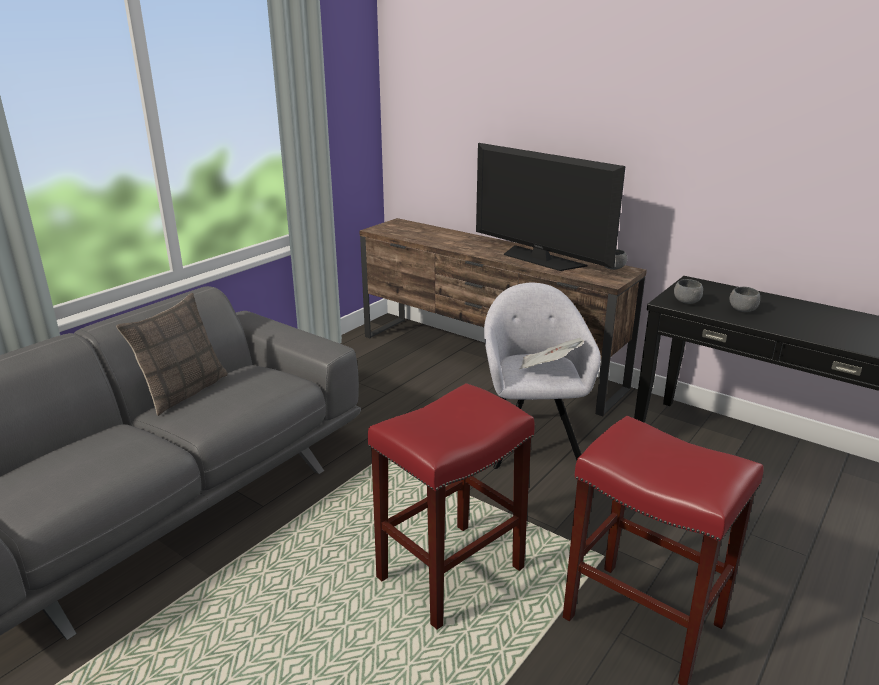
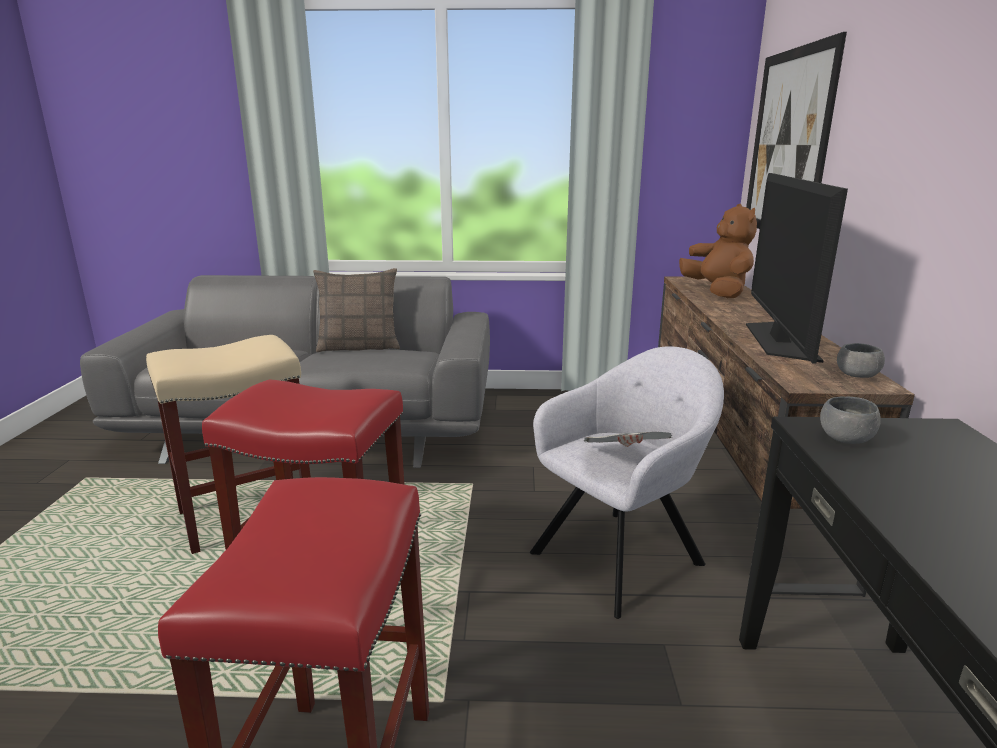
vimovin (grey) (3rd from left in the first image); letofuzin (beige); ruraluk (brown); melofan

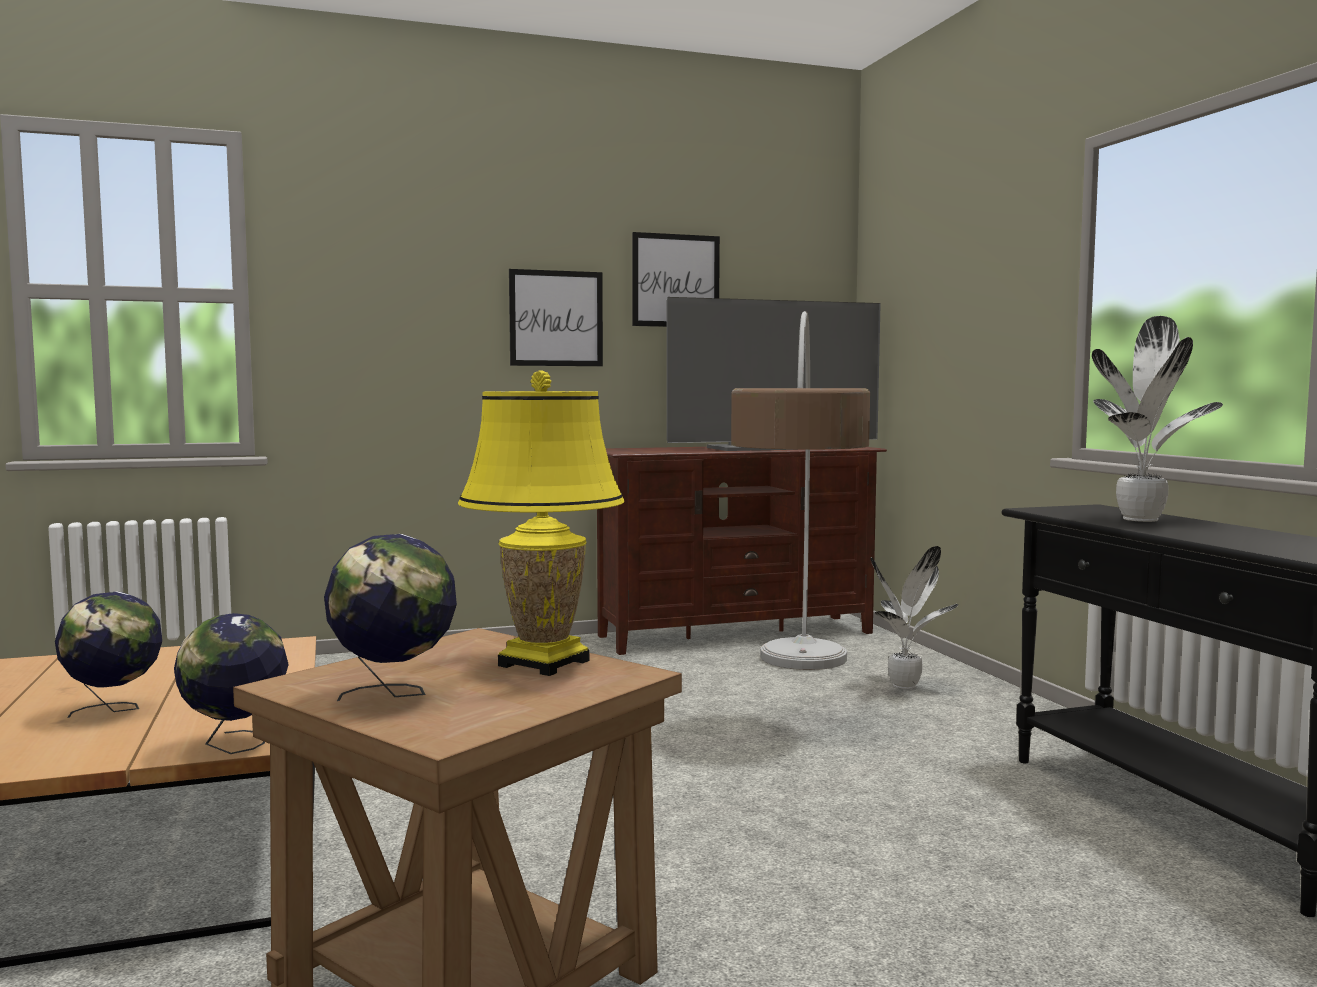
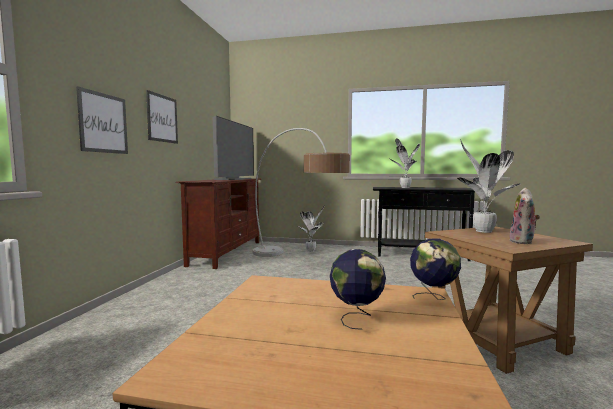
melofan (1st from left); ruraluk; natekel (3rd from left)

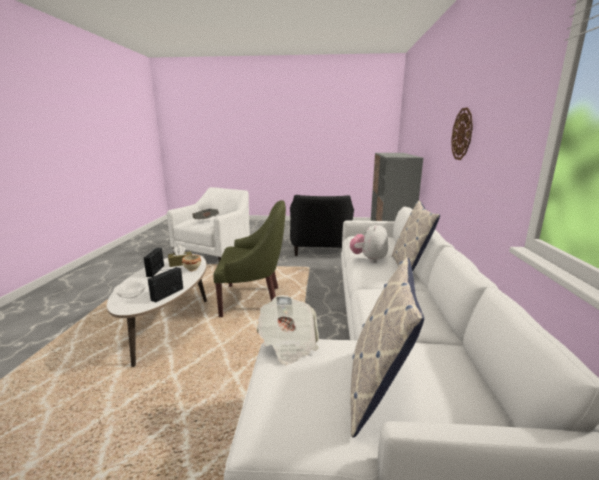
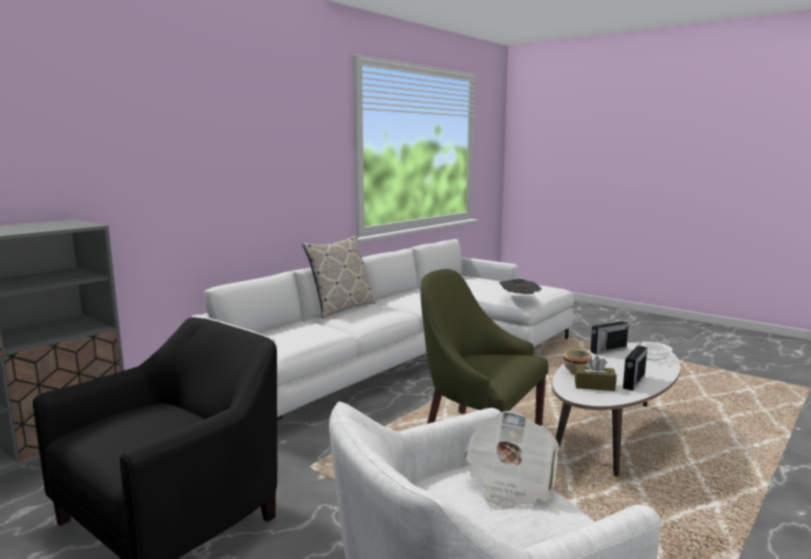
ruraluk; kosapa (1st from left in the first image); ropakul

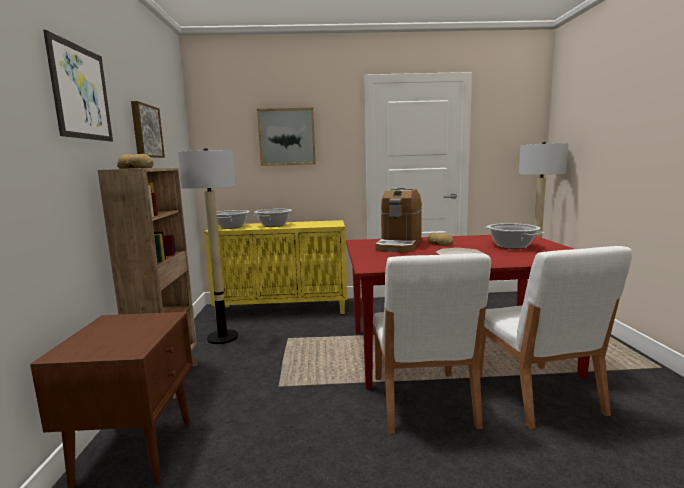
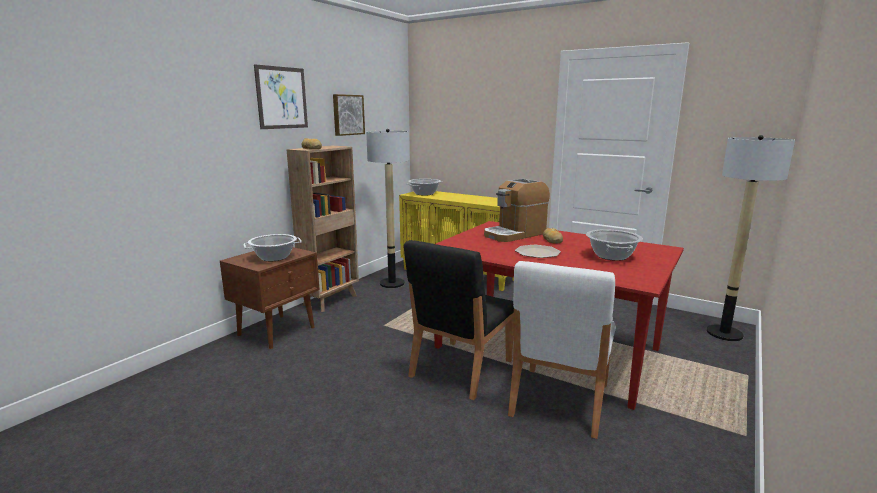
melofan (3rd from left in the first image); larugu (1st from left); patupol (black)

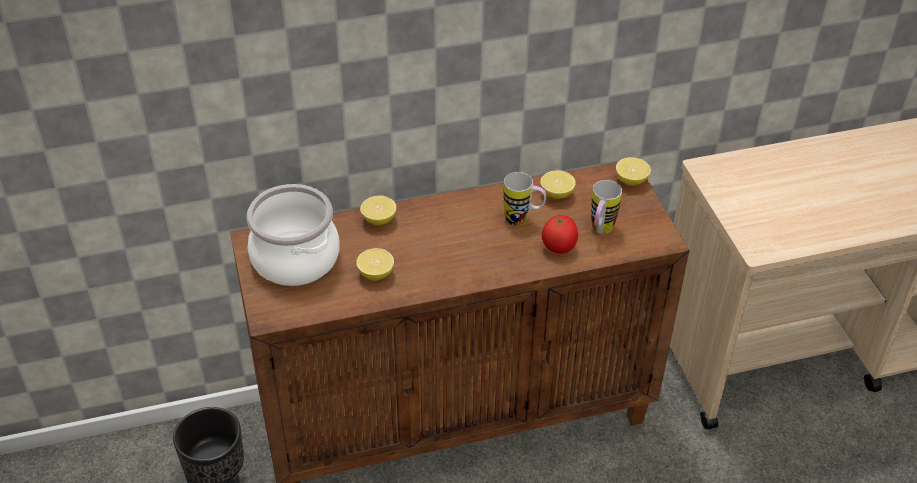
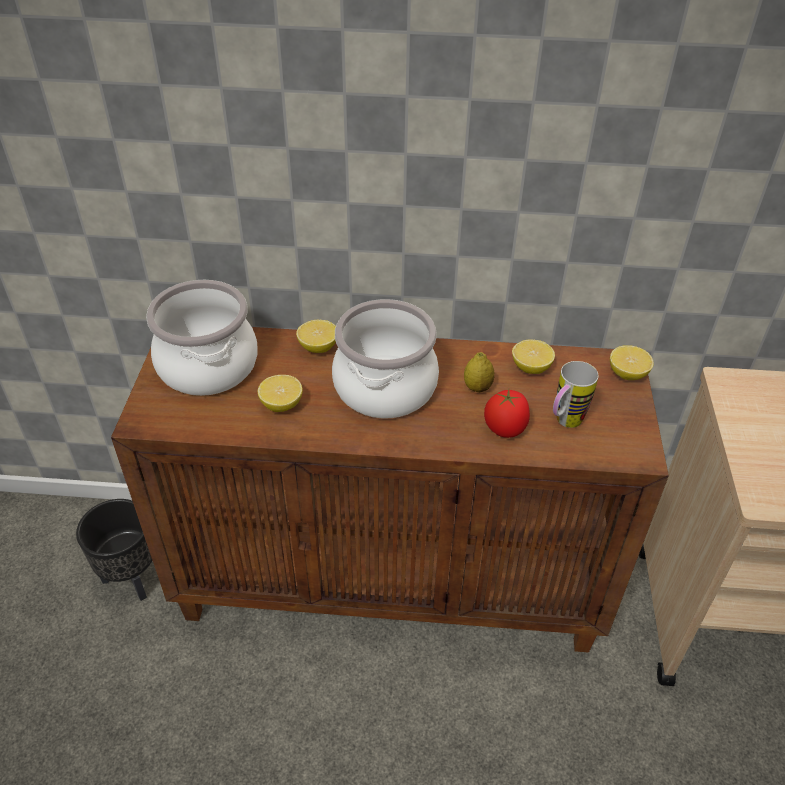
larugu (2nd from left); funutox (3rd from left)

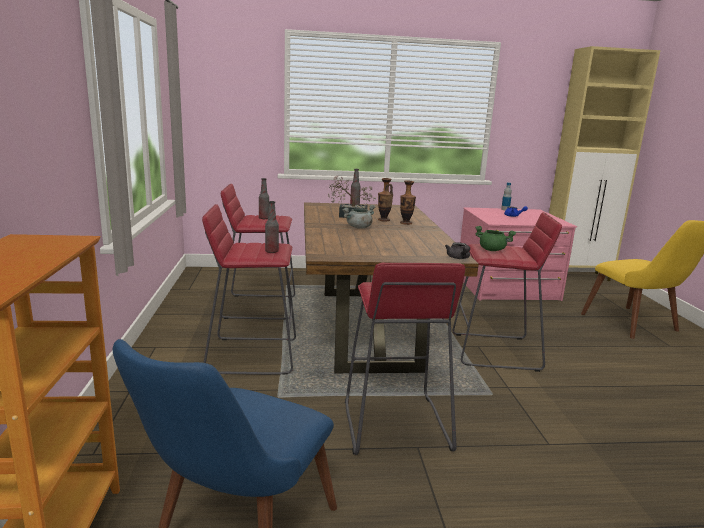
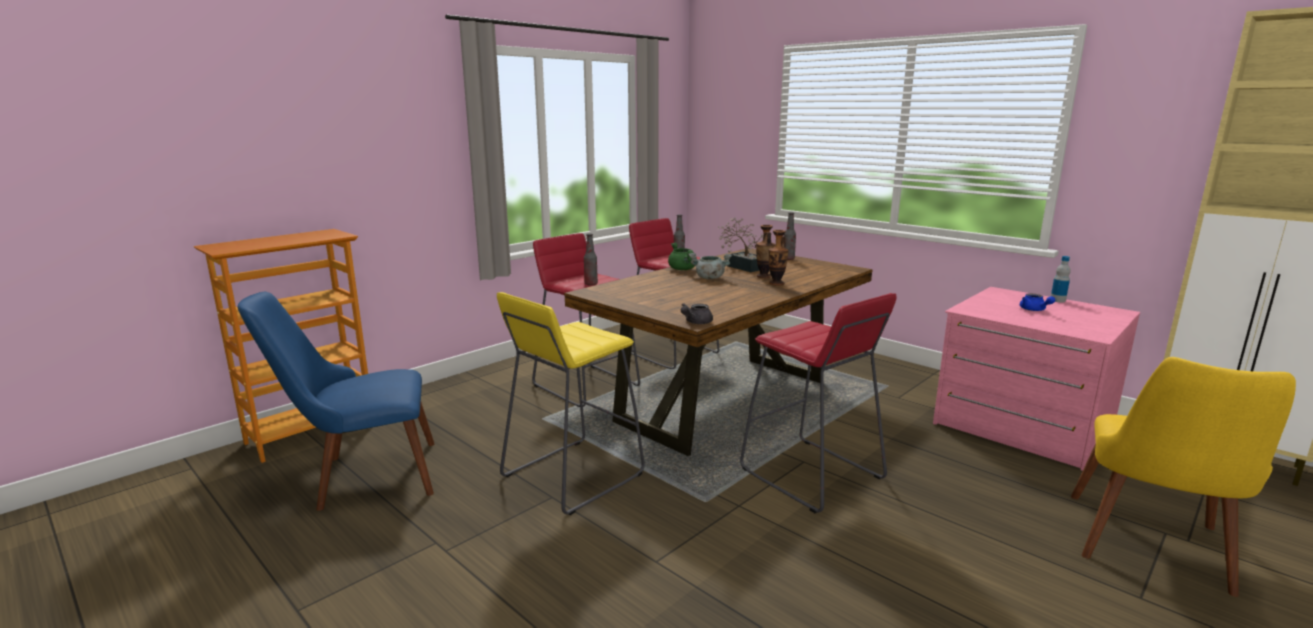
larugu (green); letofuzin (yellow)

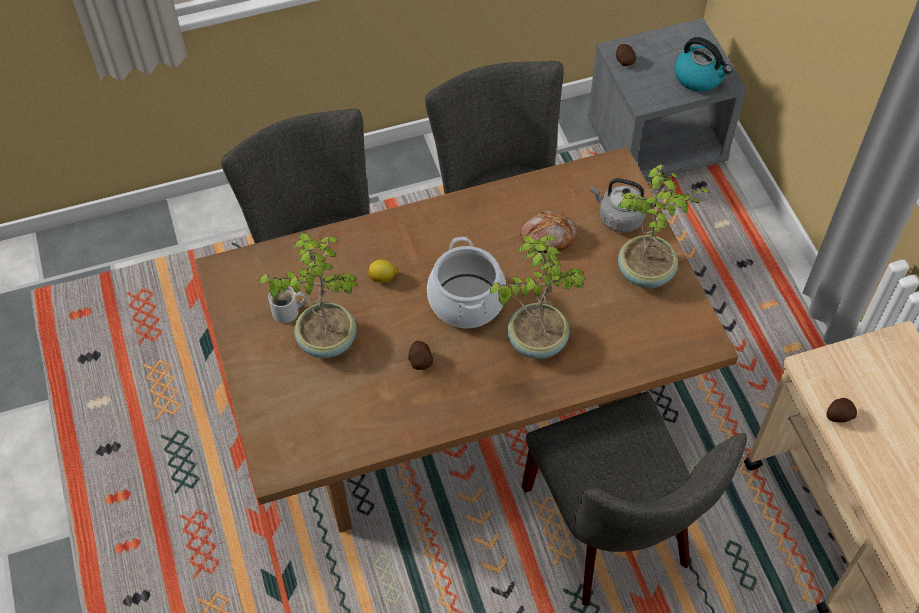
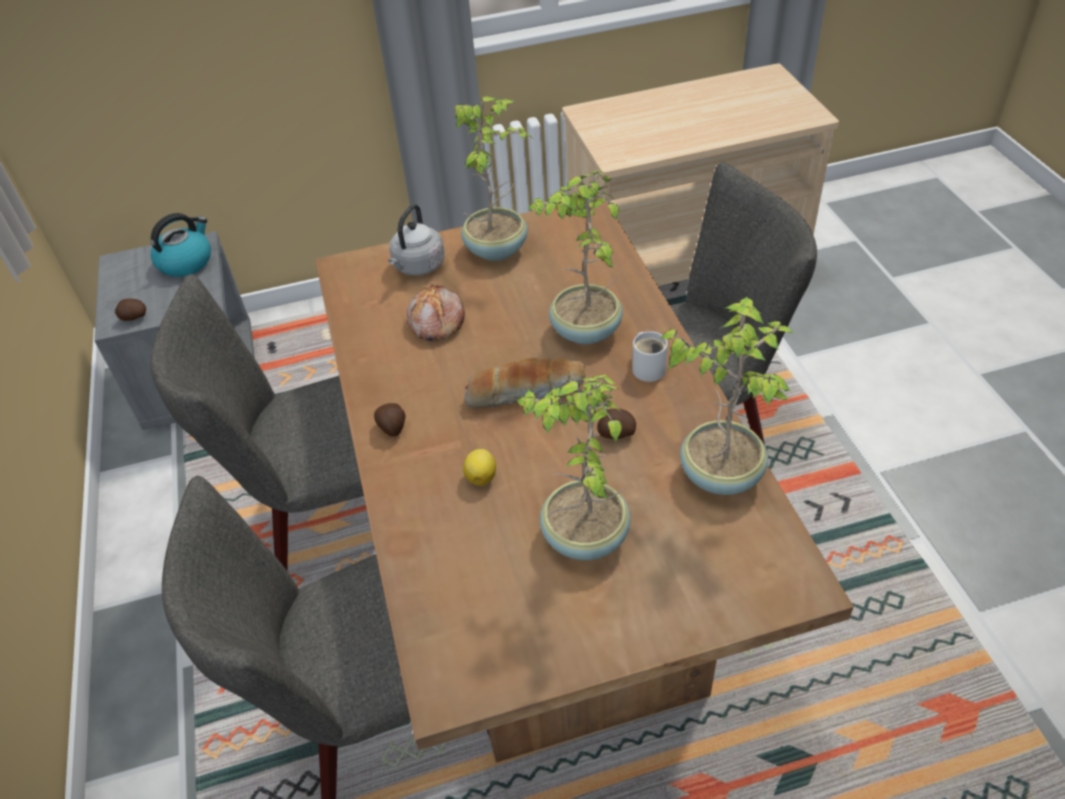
natekel (4th from left); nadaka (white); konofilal (2nd from left); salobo (2nd from left)

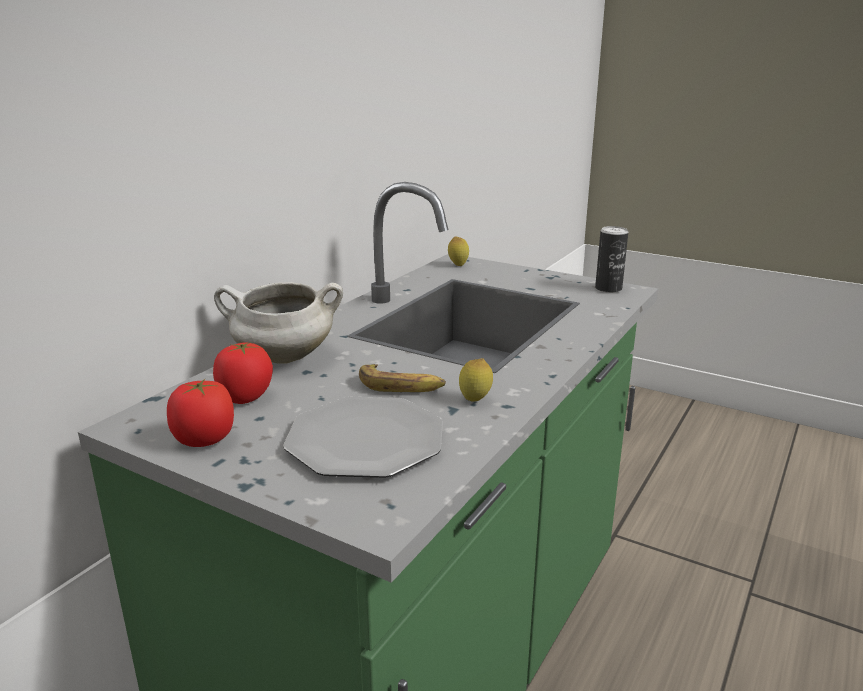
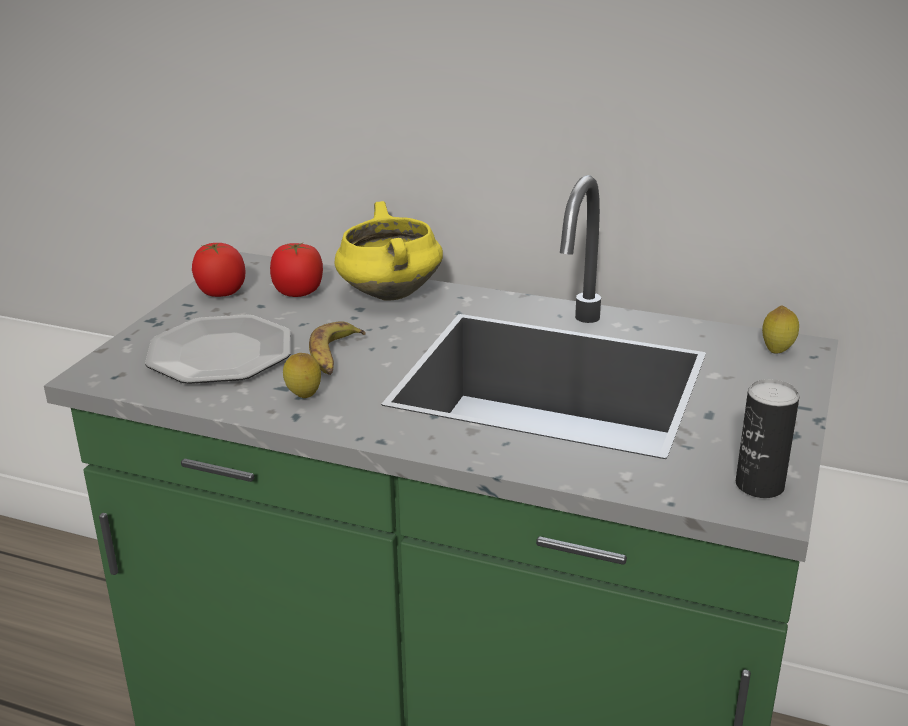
larugu (yellow)

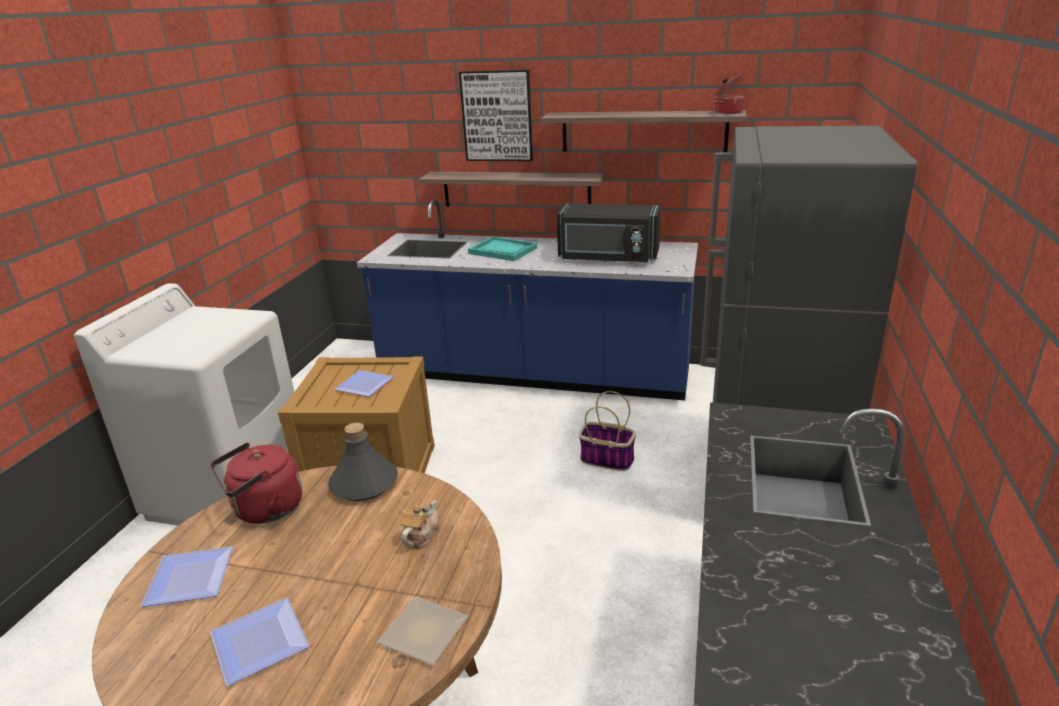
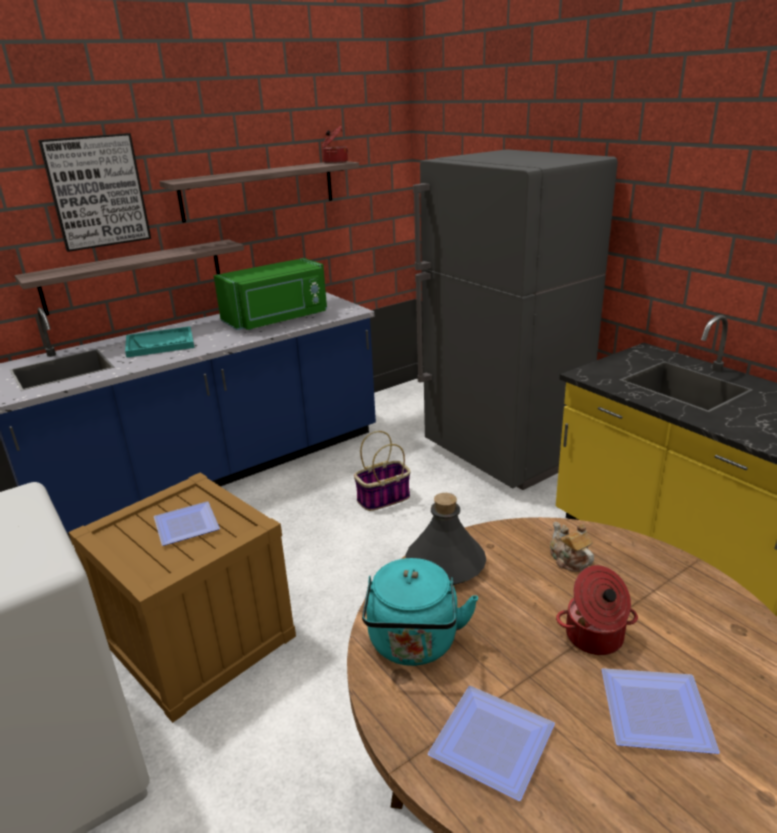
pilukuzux (4th from left in the first image); larugu (2nd from left); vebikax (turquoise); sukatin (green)

